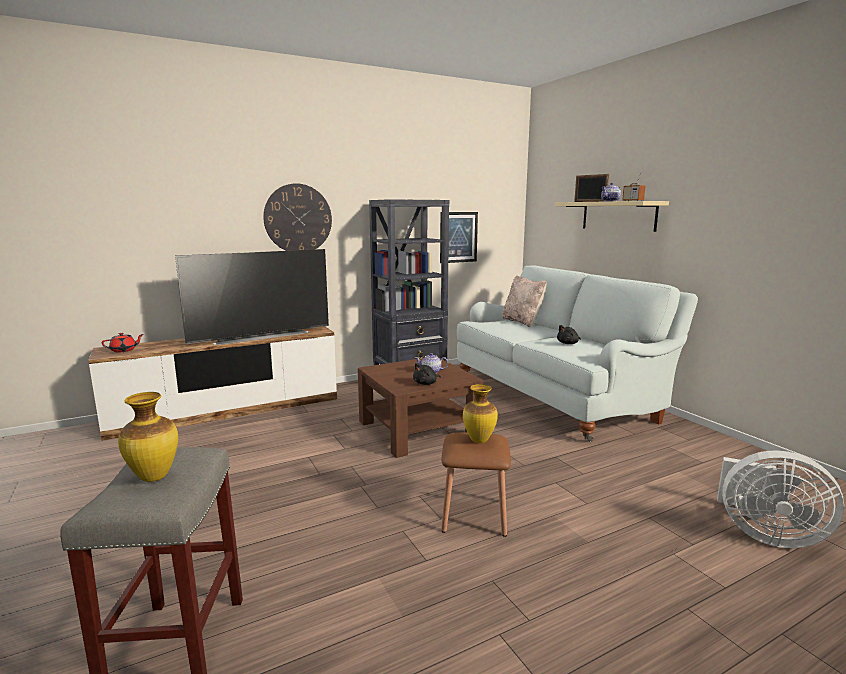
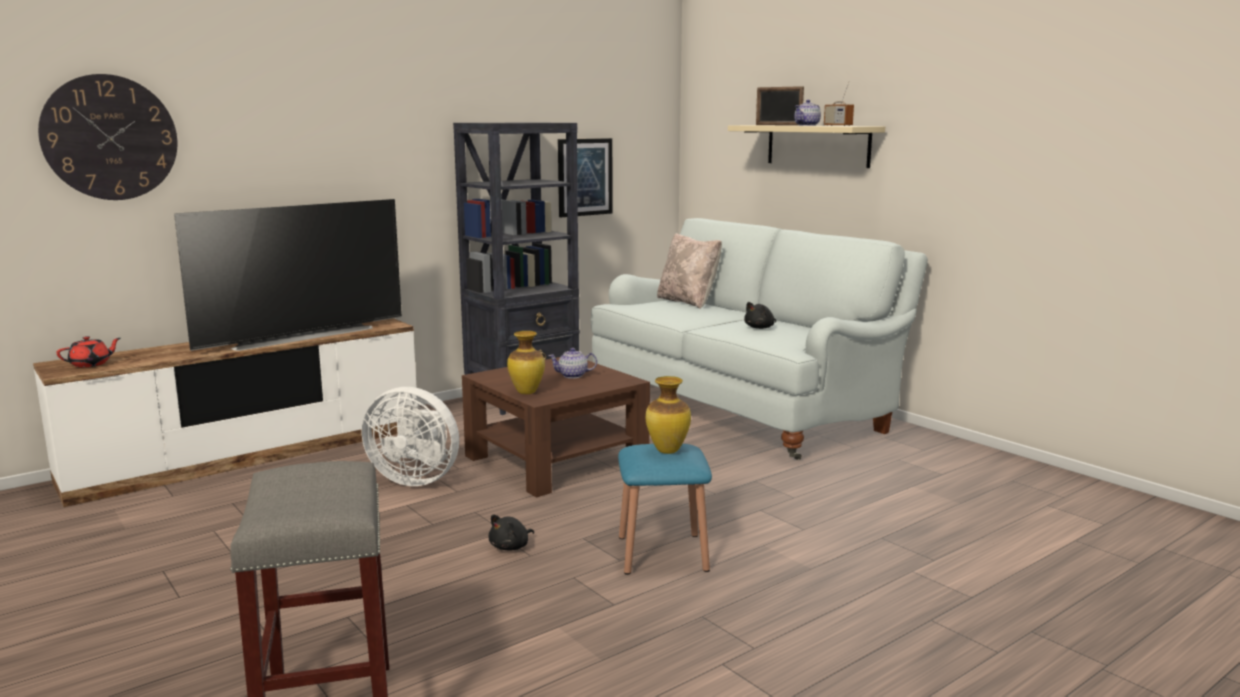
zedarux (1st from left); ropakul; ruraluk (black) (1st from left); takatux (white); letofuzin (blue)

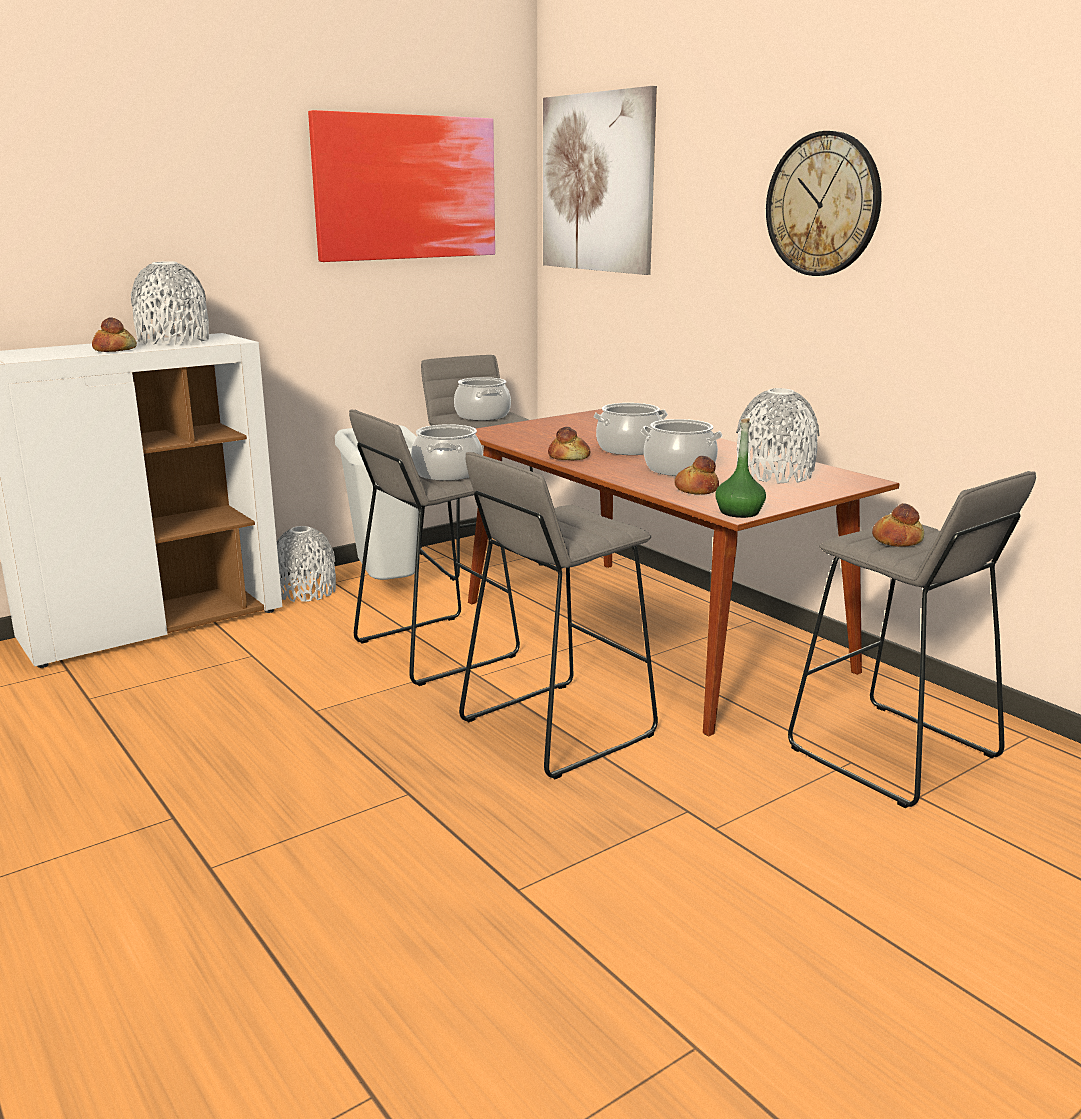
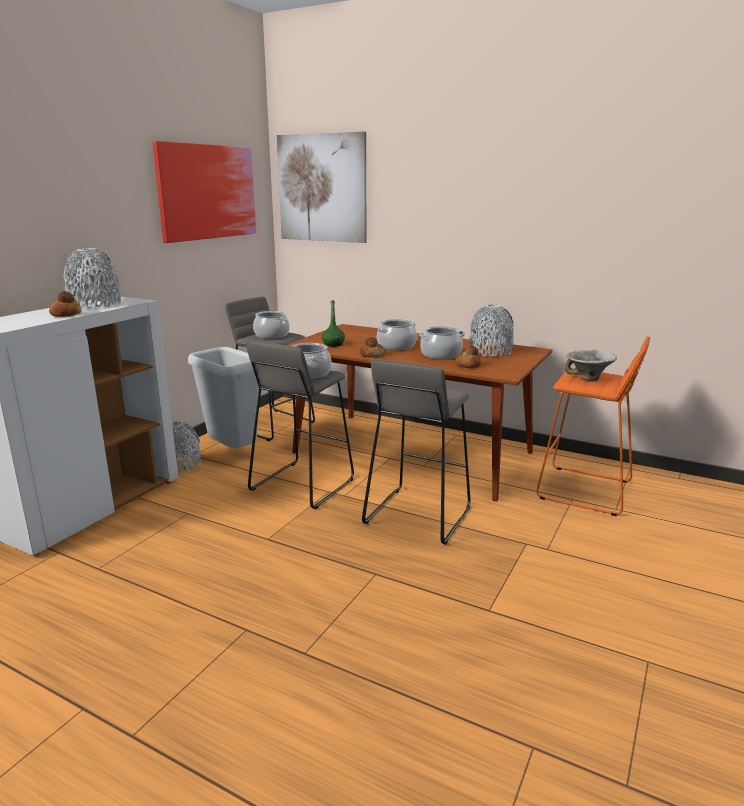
ropakul; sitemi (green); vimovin; letofuzin (orange)

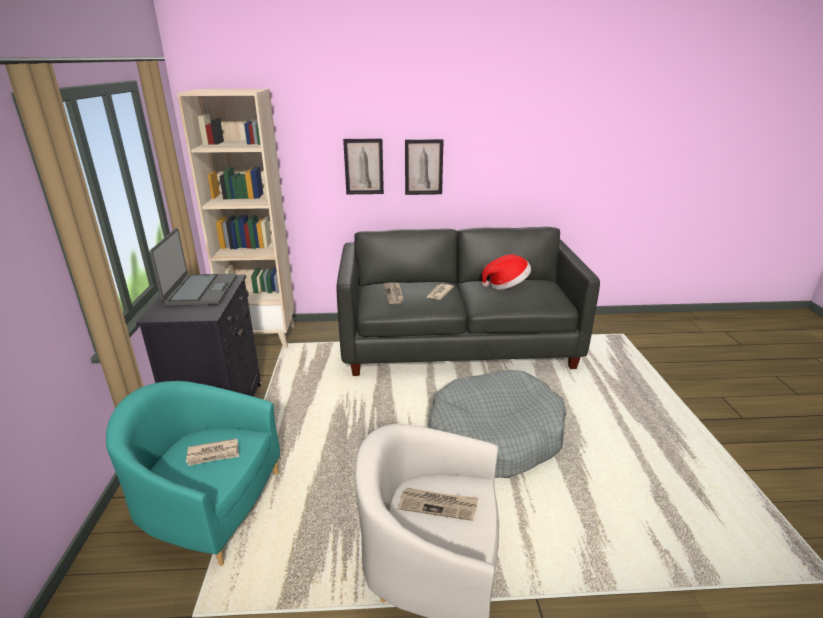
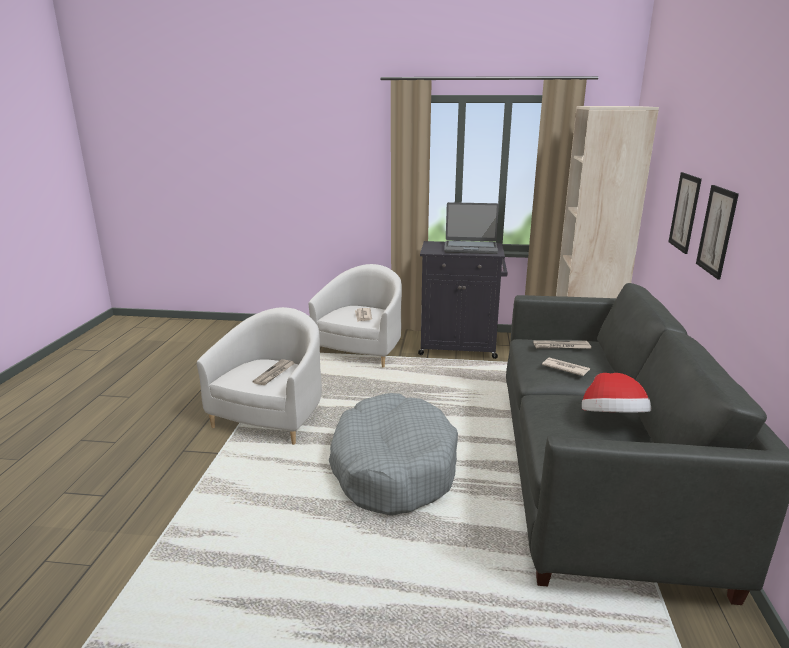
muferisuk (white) (2nd from left)

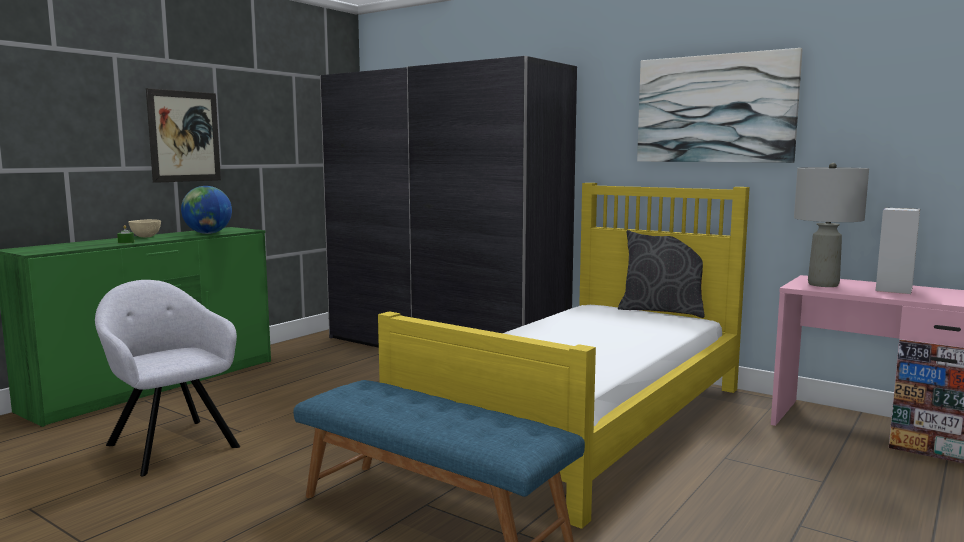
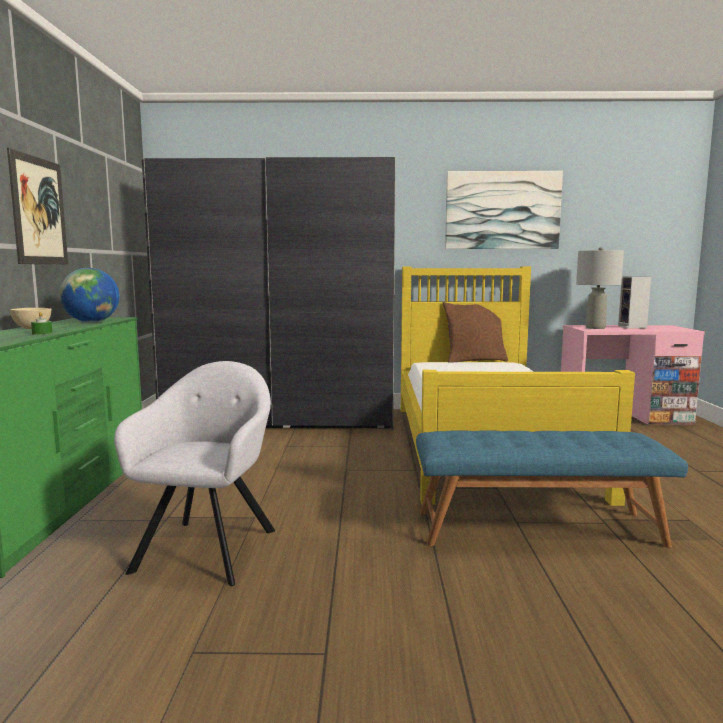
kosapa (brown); muferisuk (grey)

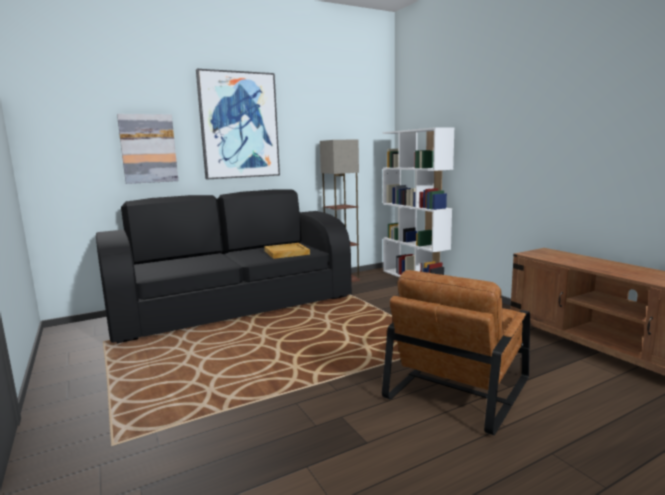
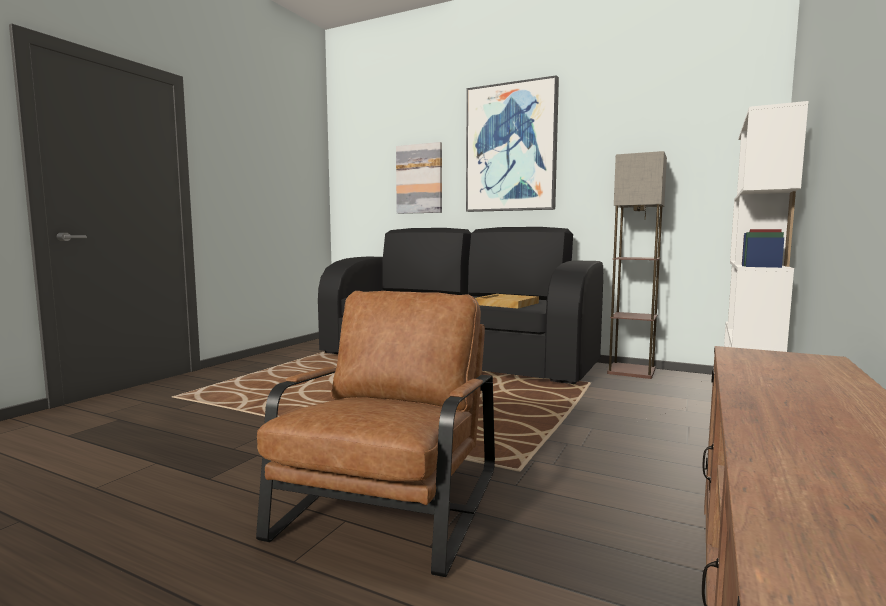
muferisuk (brown)

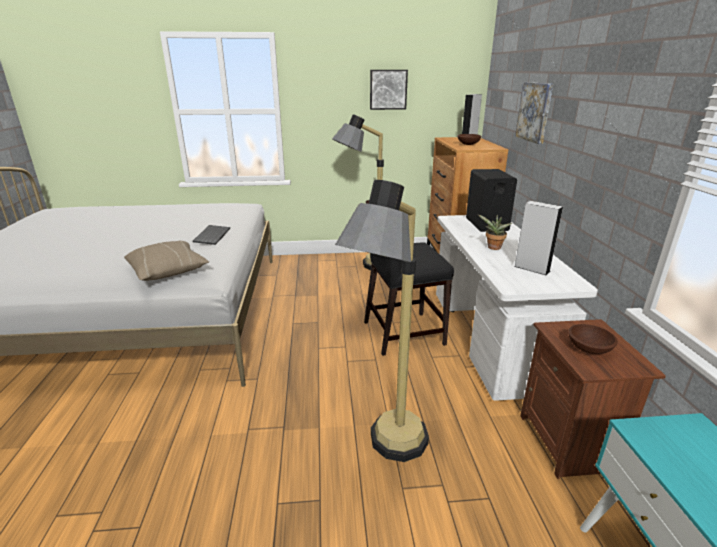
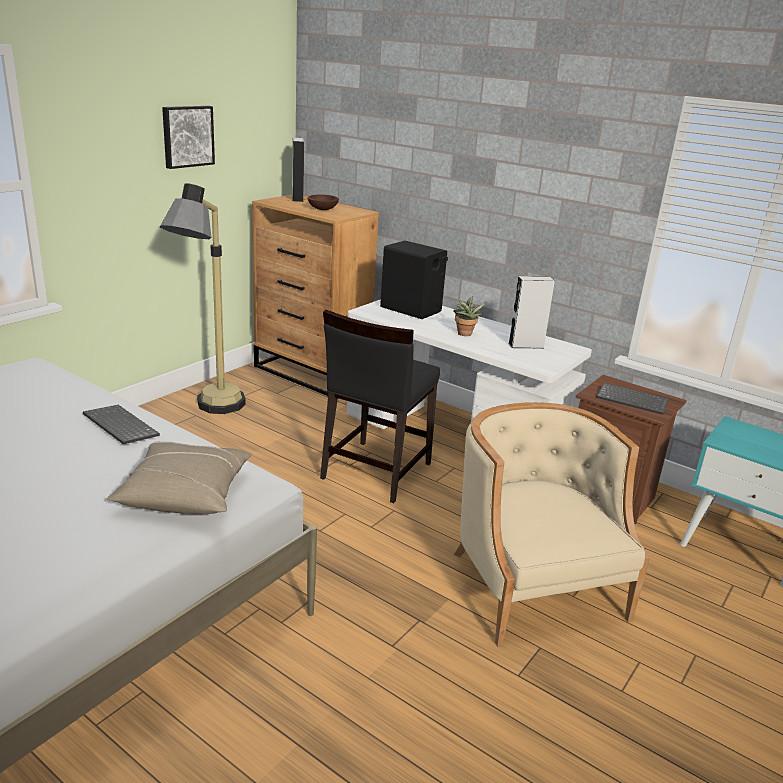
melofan (2nd from left in the first image); muferisuk (beige); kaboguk (2nd from left)

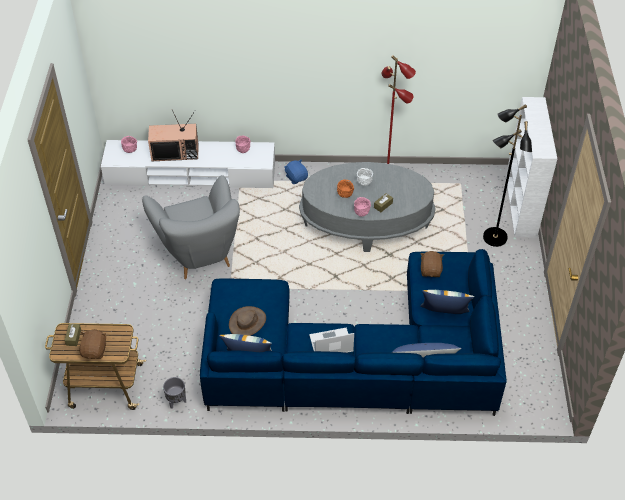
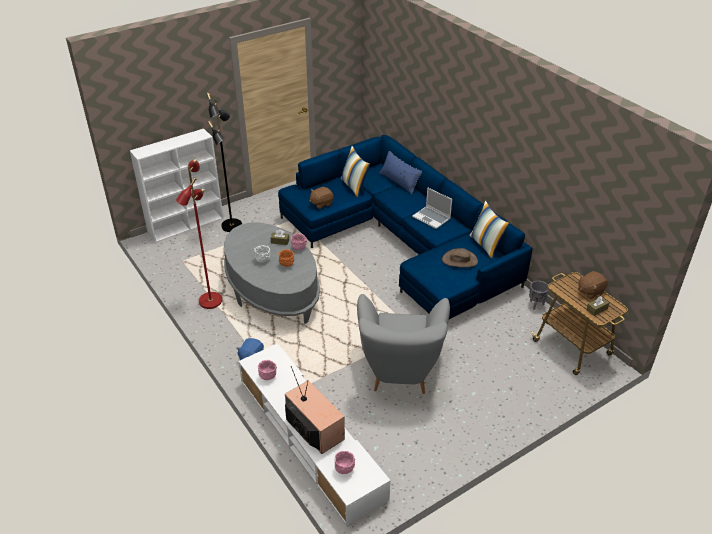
muferisuk (grey)

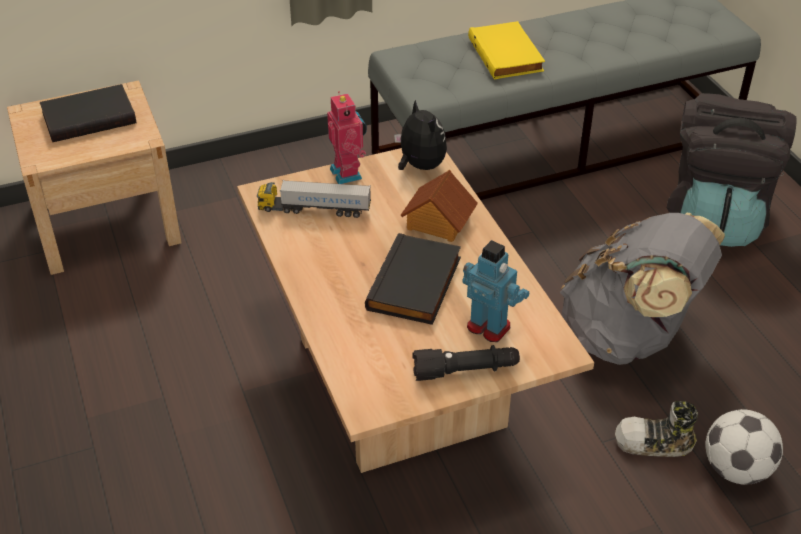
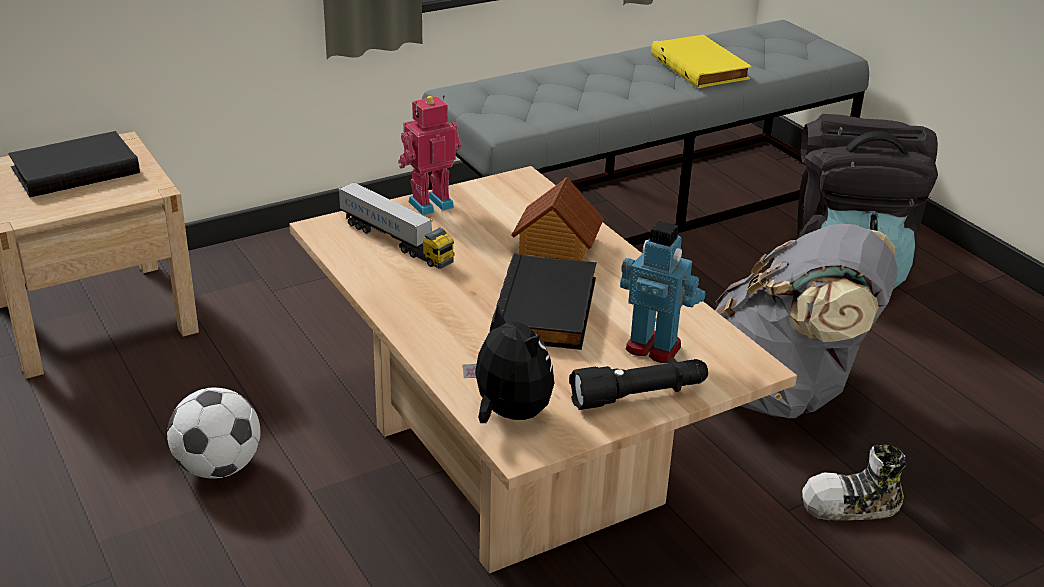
ruraluk; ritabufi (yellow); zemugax; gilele; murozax (1st from left)

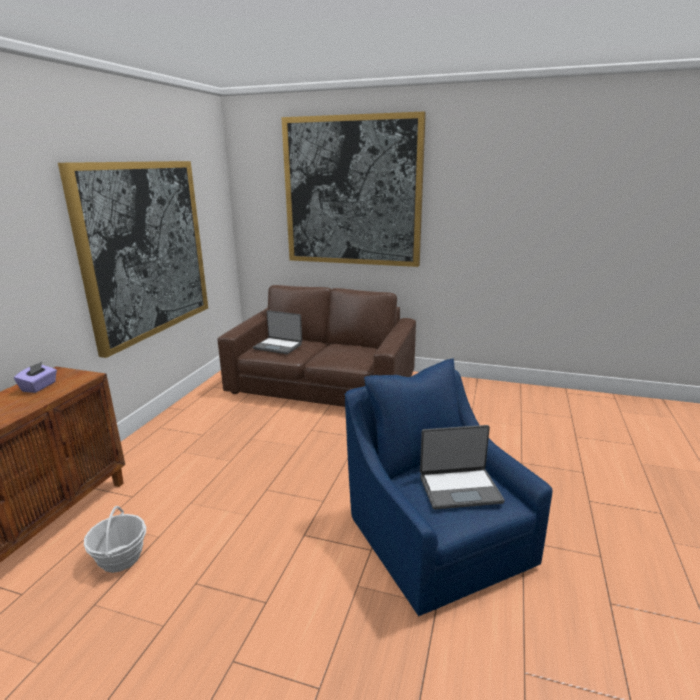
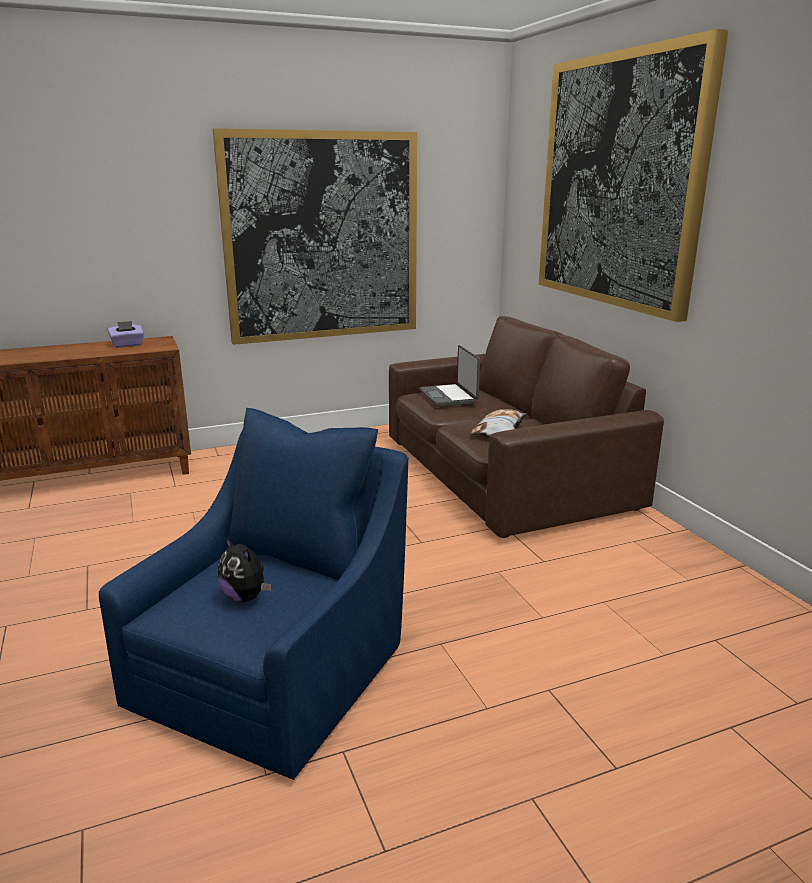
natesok; kosapa; ruraluk

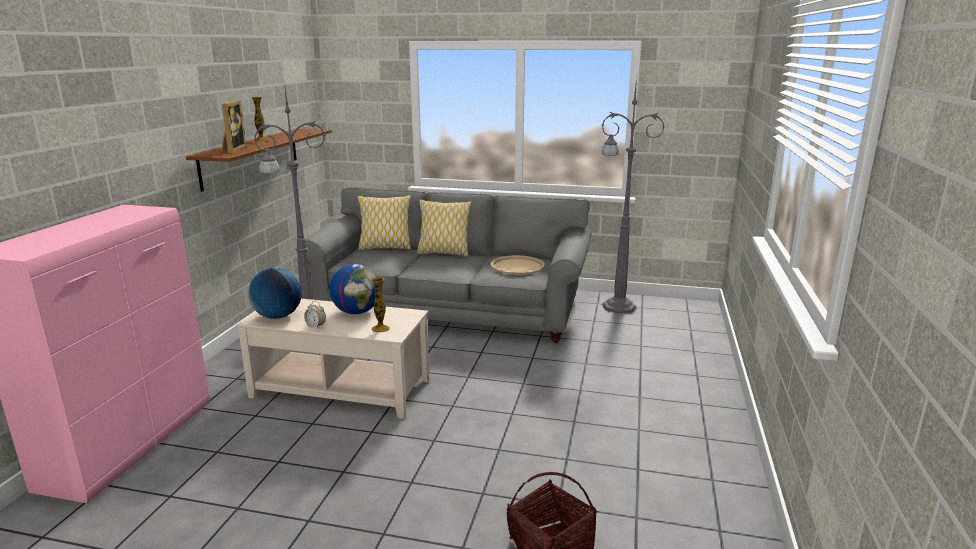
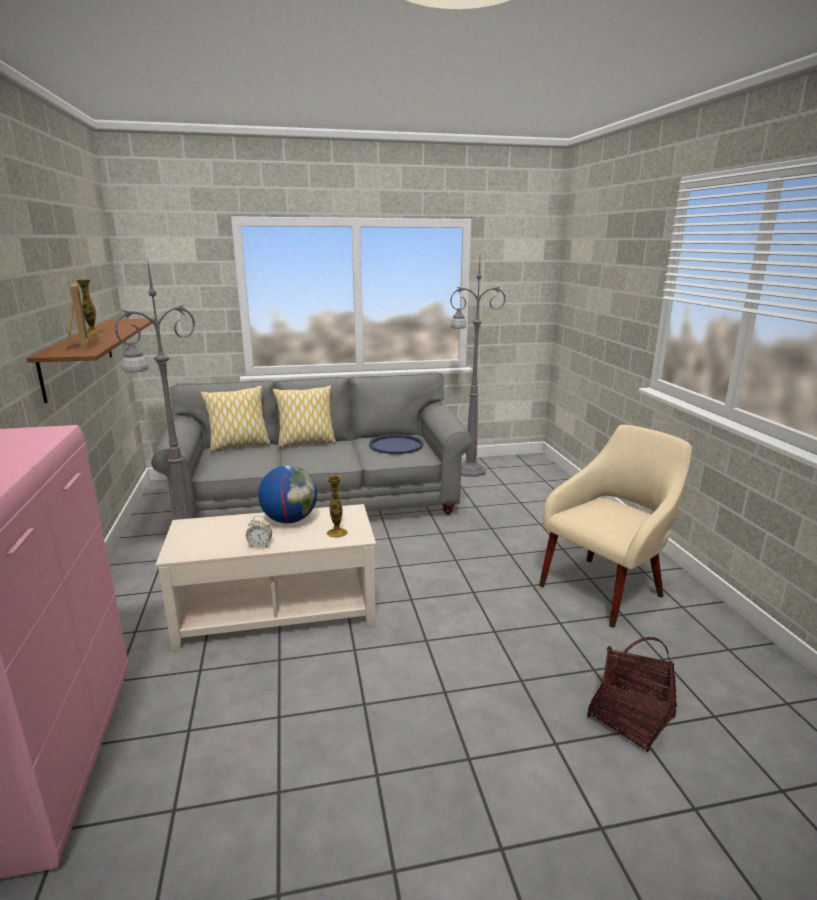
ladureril (1st from left in the first image); muferisuk (beige); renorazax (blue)

